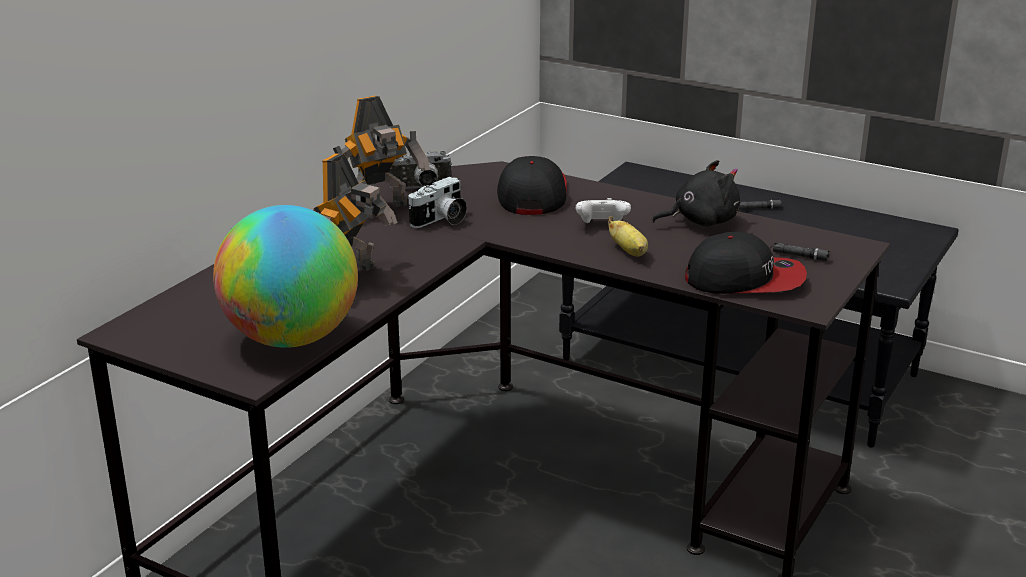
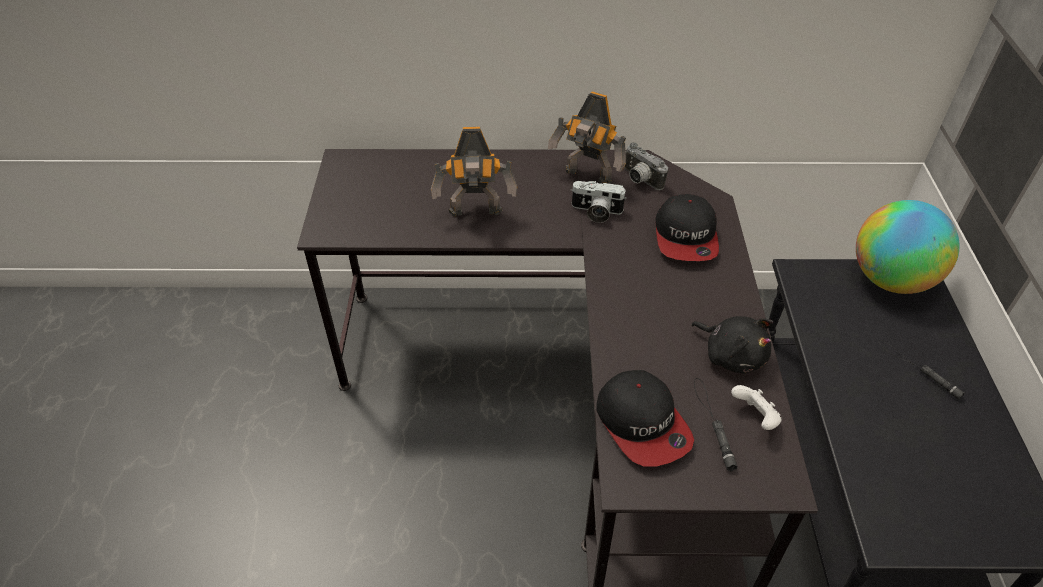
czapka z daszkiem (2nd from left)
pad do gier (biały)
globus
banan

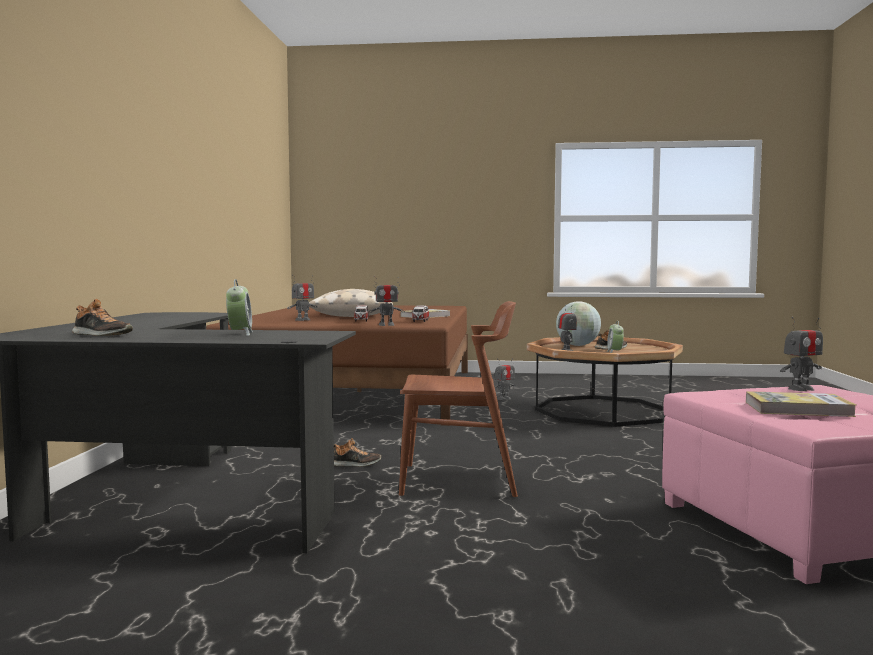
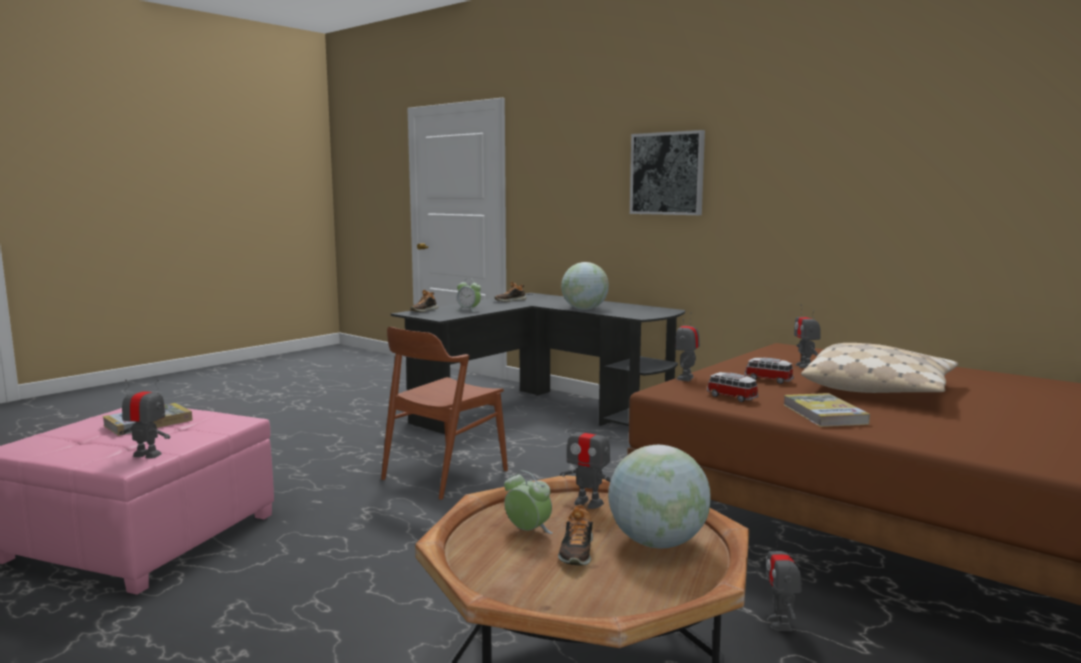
robot zabawkowy (1st from left)
but (1st from left)
obraz
globus (1st from left)

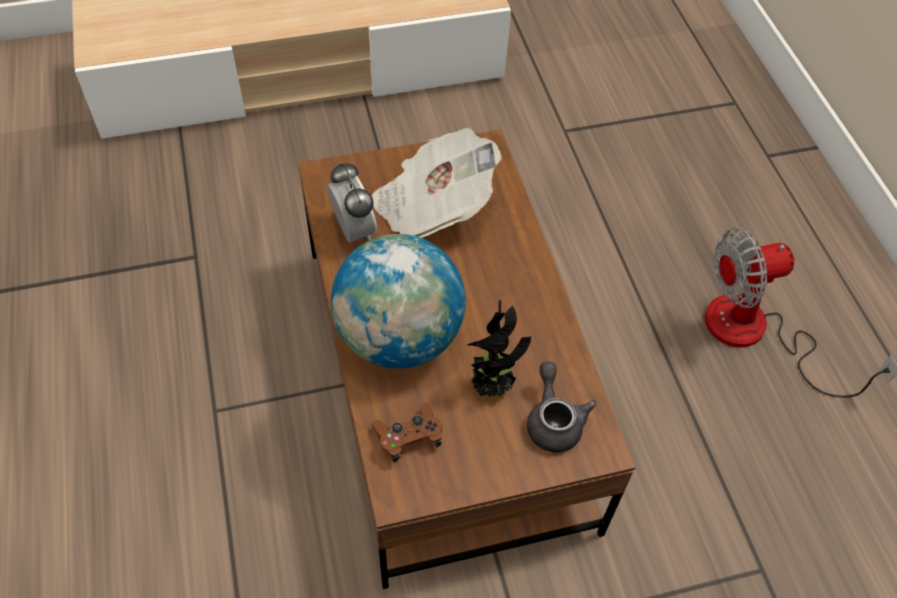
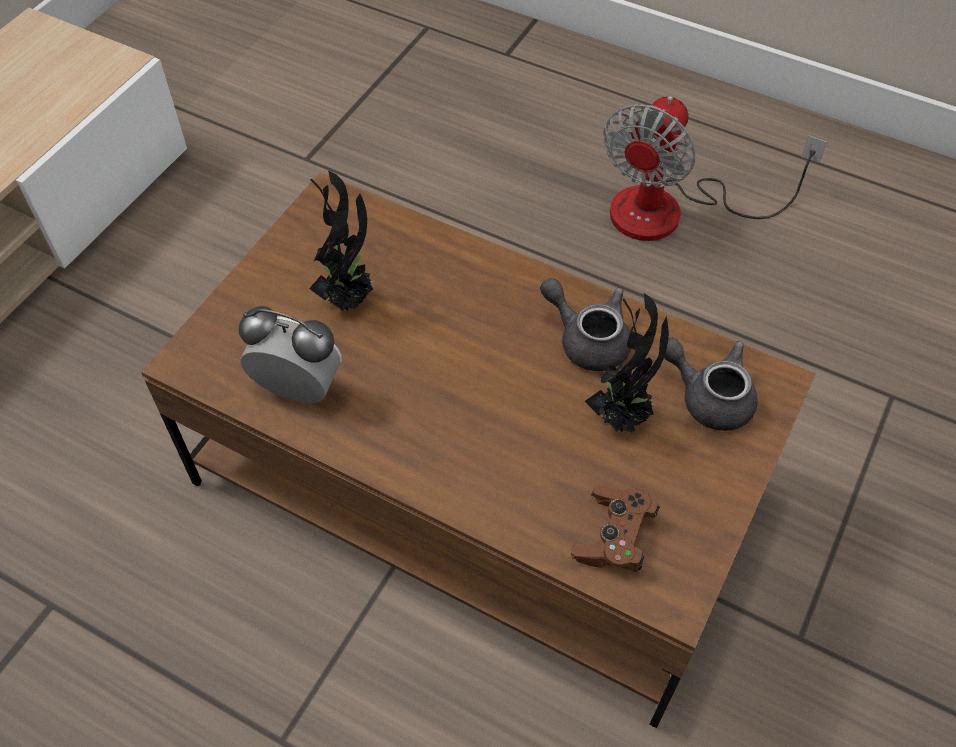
roślina doniczkowa (1st from left)
globus
imbryk (szary) (1st from left)

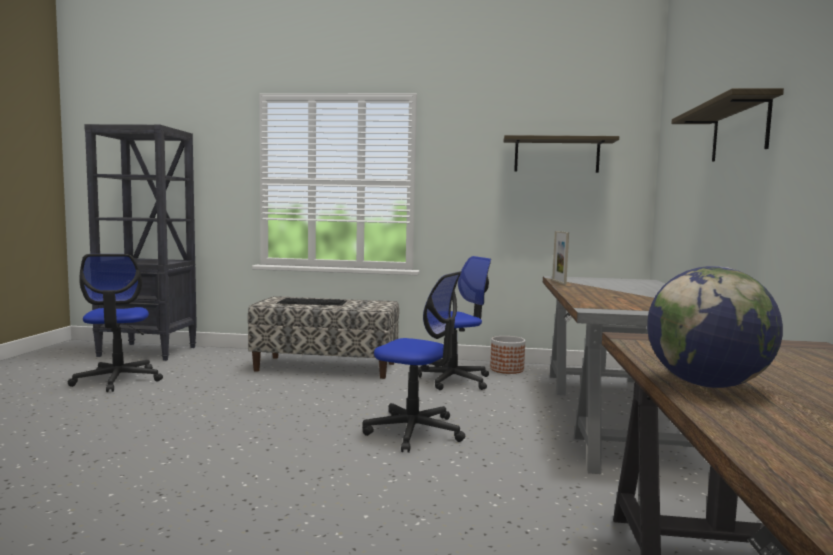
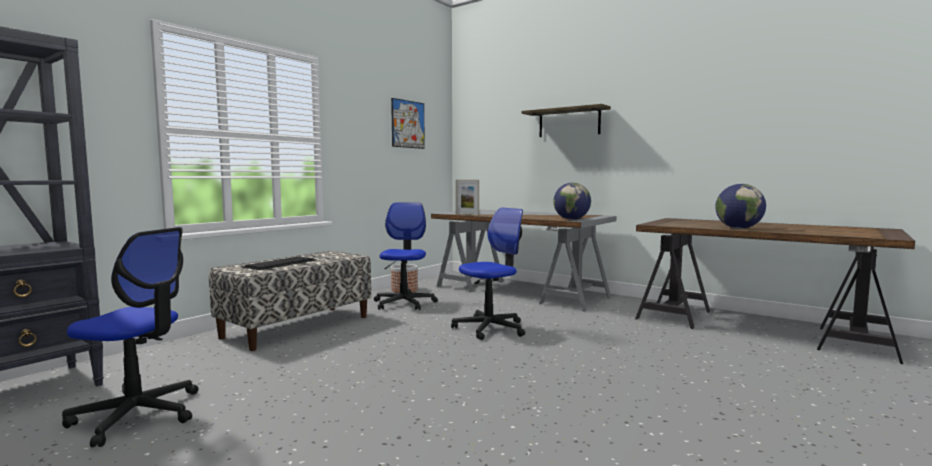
obraz
globus (1st from left)

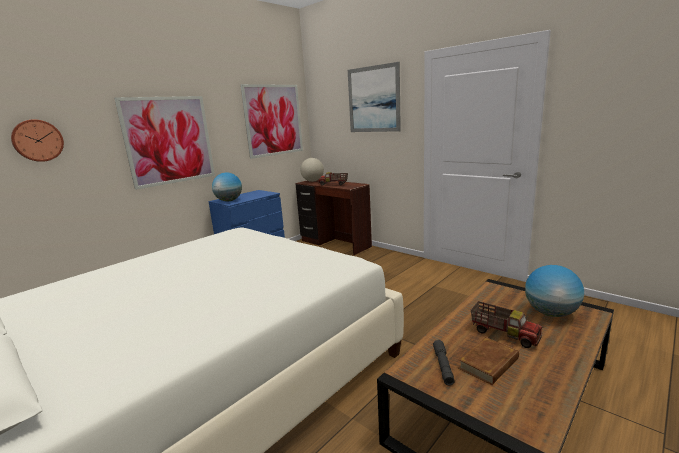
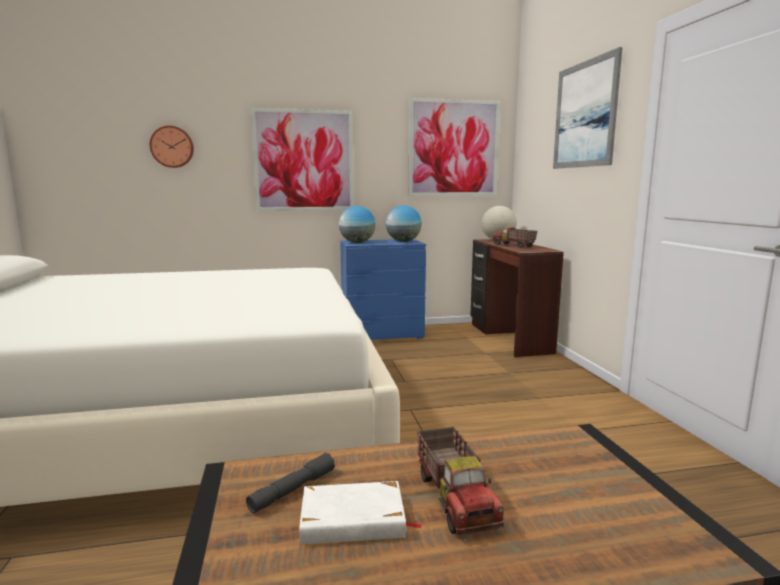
globus (2nd from left)
książka (biały)

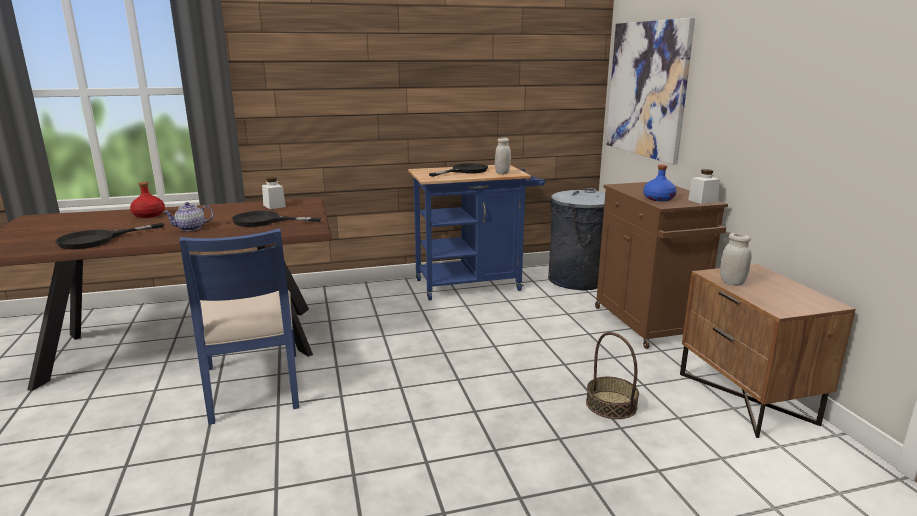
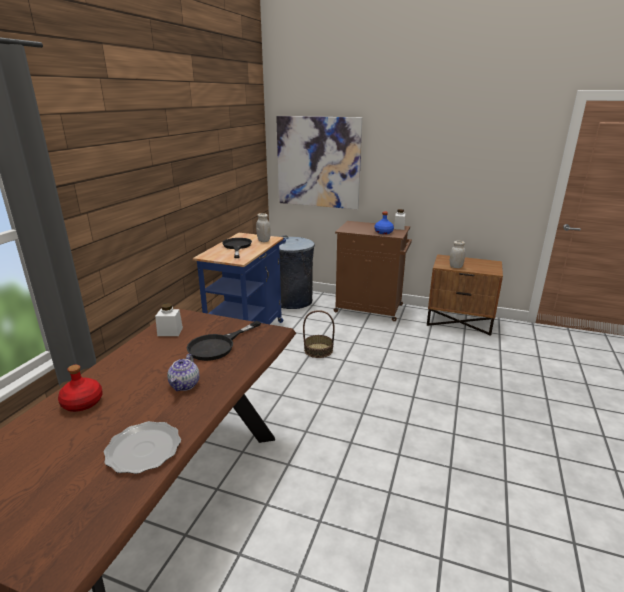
talerz
krzesło (niebieski)
koszyk

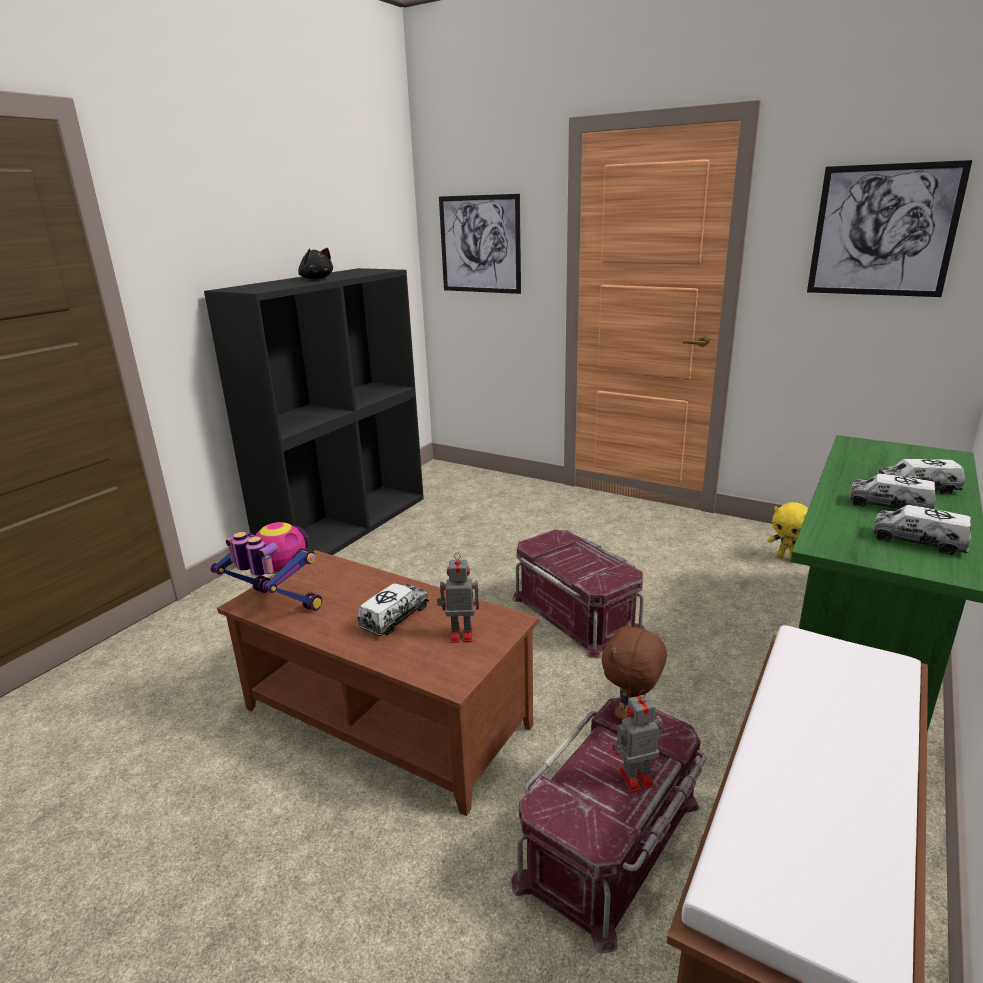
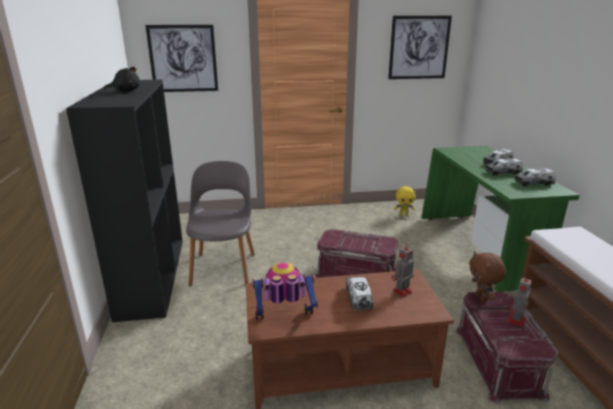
krzesło (szary)

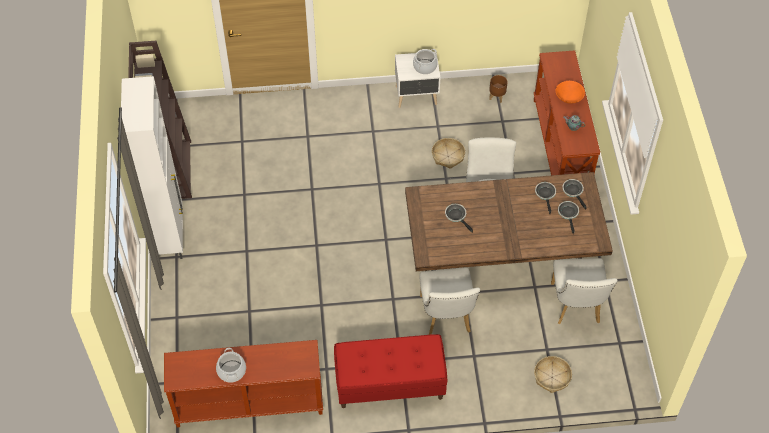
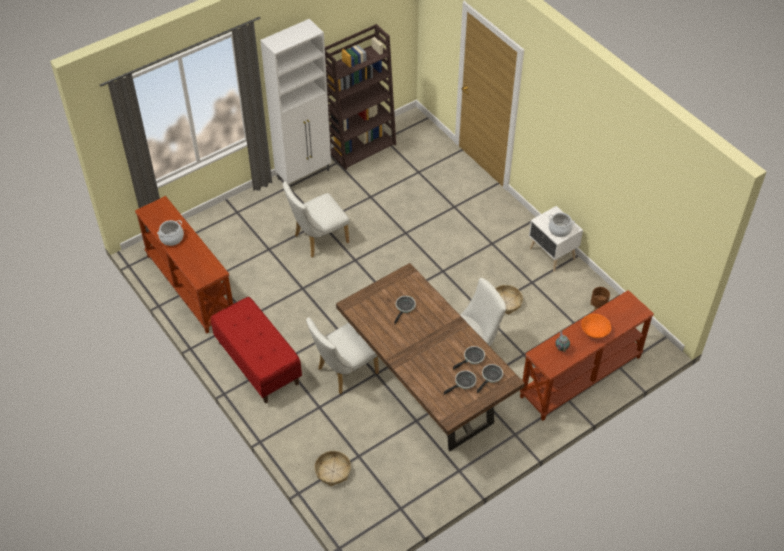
krzesło (biały) (1st from left)

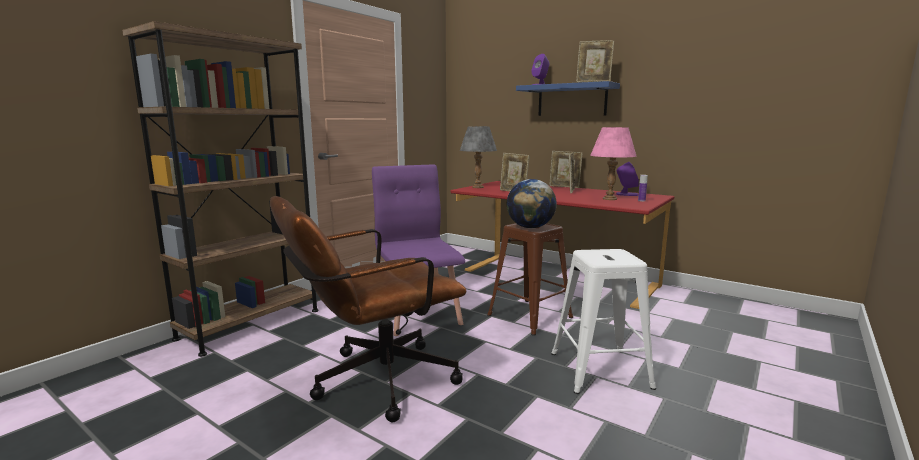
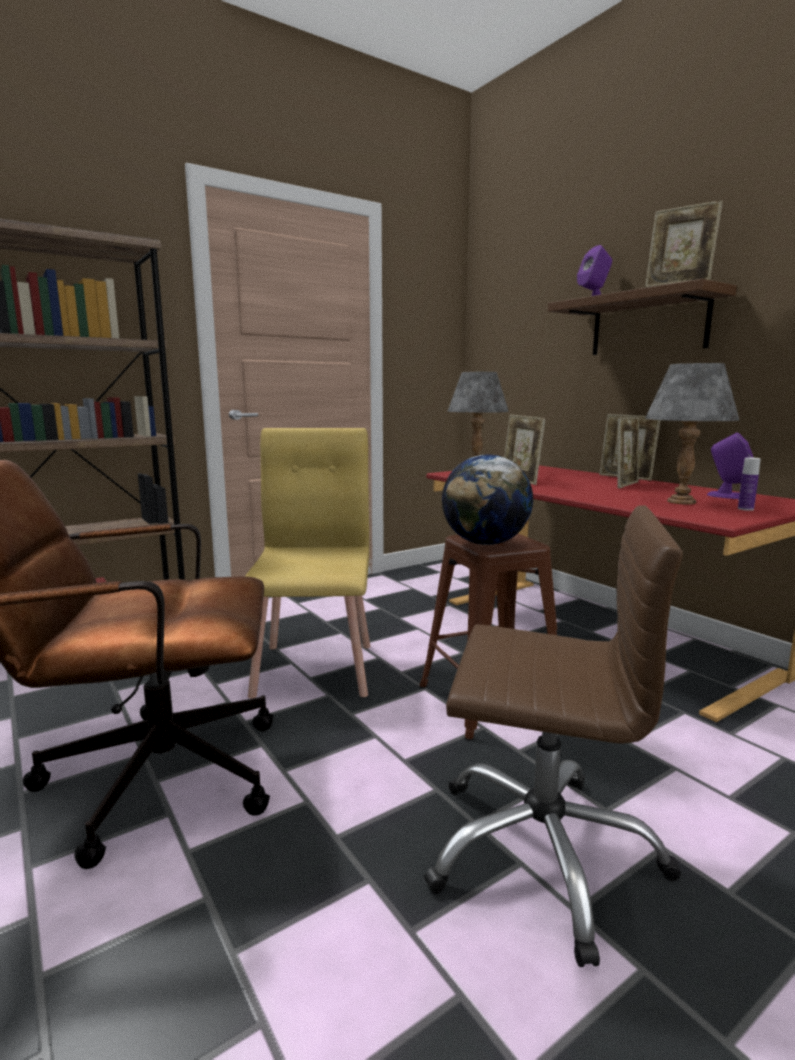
półka (brązowy)
lampa stołowa (szary) (2nd from left)
krzesło (żółty)
krzesło biurowe (brązowy) (2nd from left)

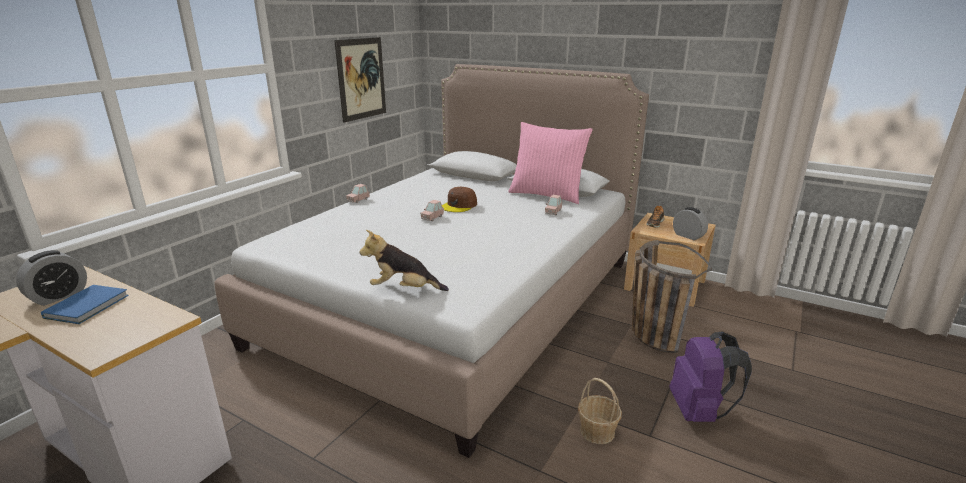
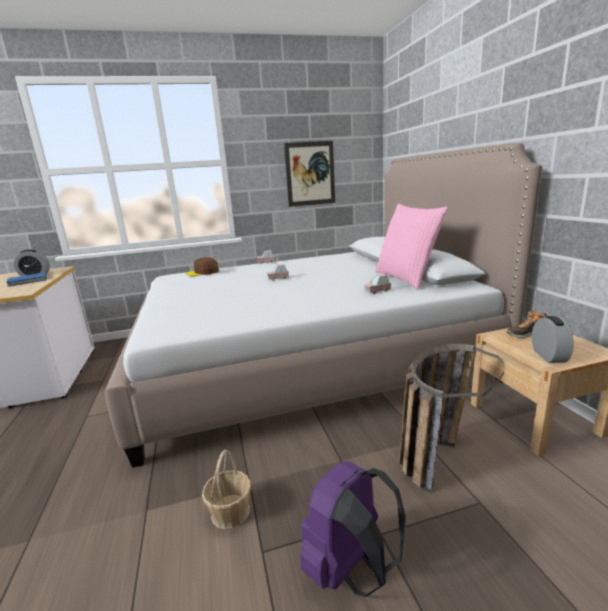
czapka z daszkiem (brązowy)
pluszak

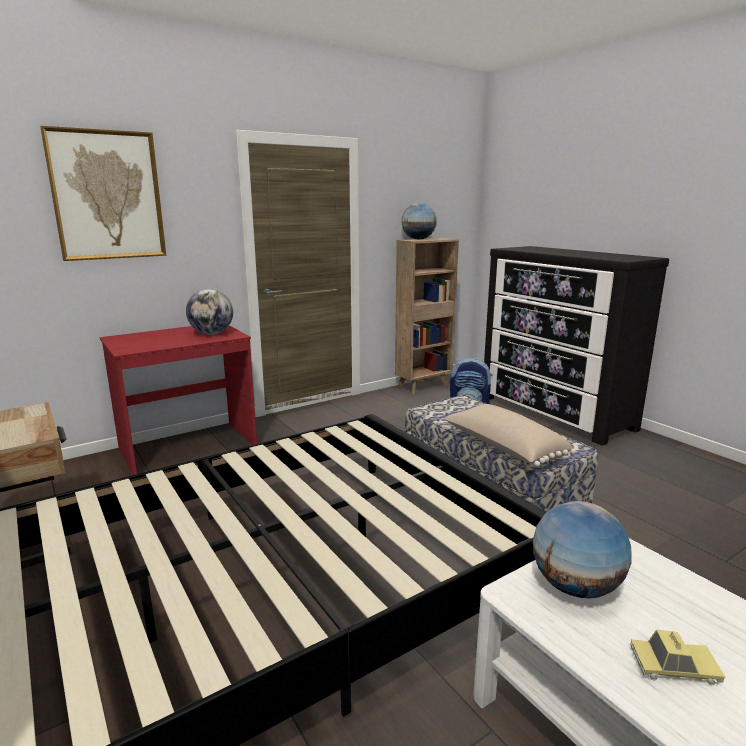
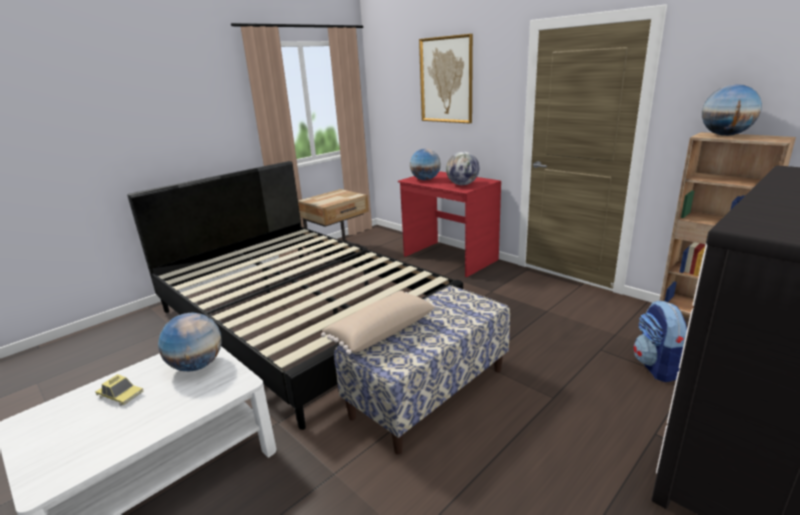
samochodzik
globus (2nd from left)

